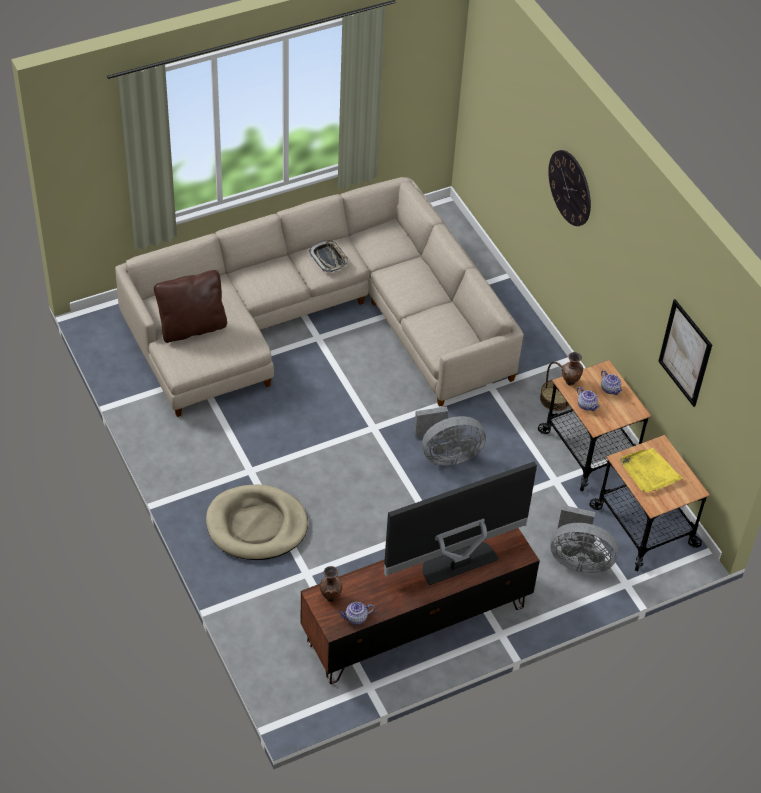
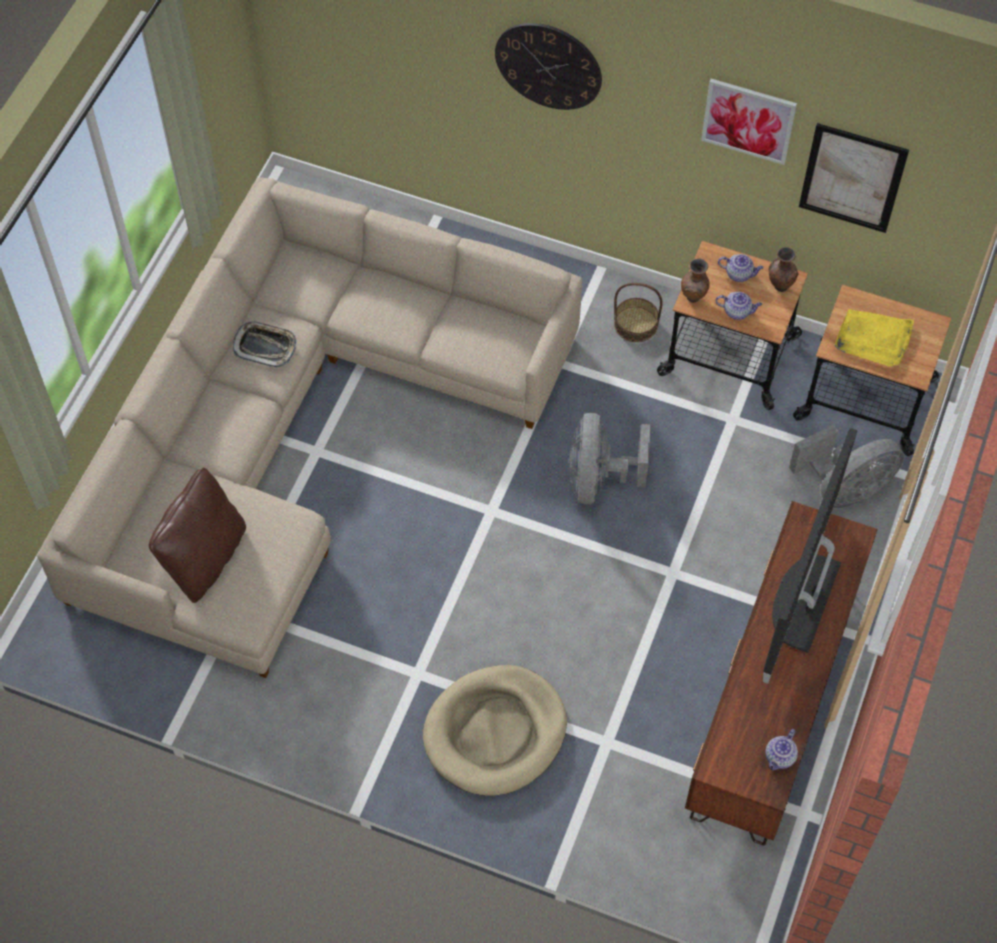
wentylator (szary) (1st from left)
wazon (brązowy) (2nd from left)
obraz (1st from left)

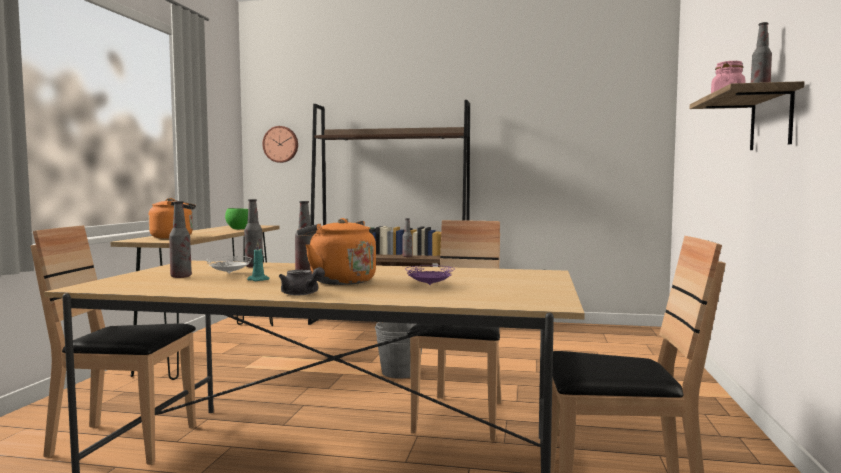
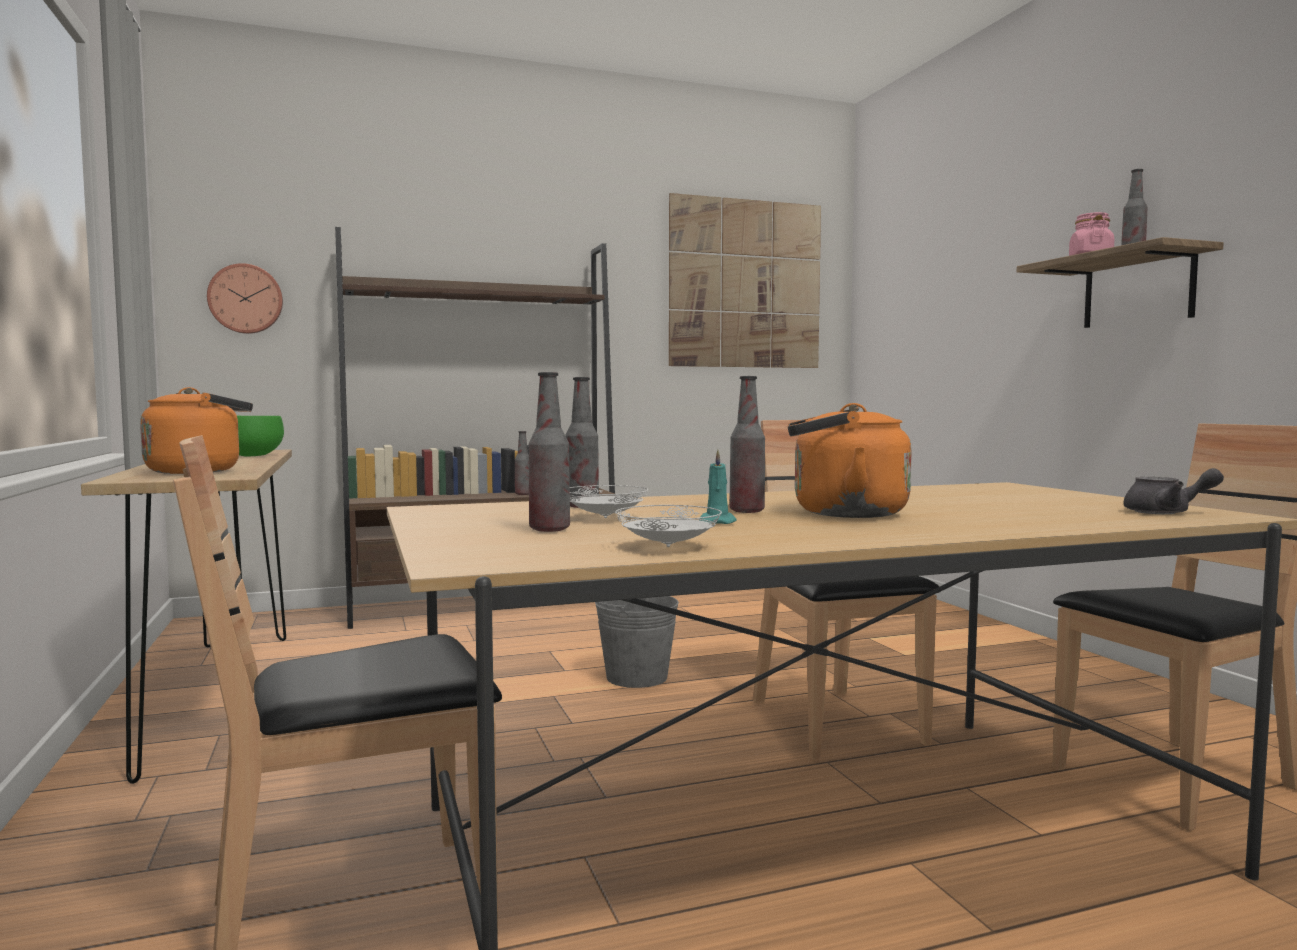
talerz (fioletowy)
imbryk (szary)
obraz
talerz (biały) (2nd from left)

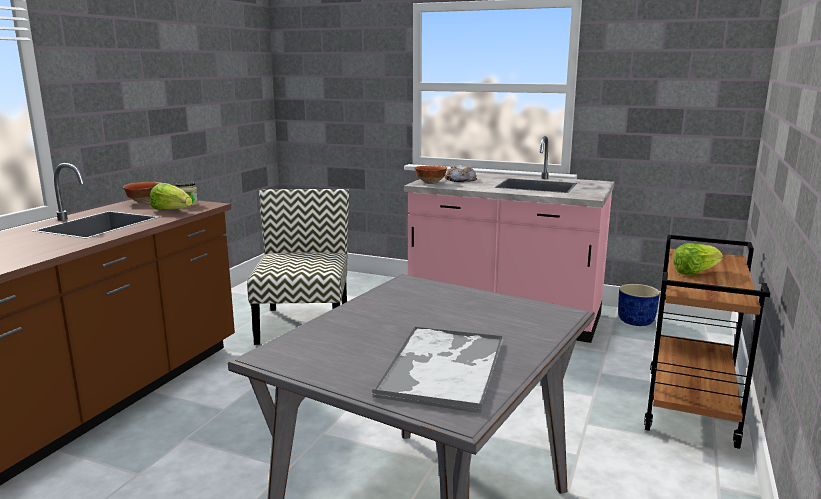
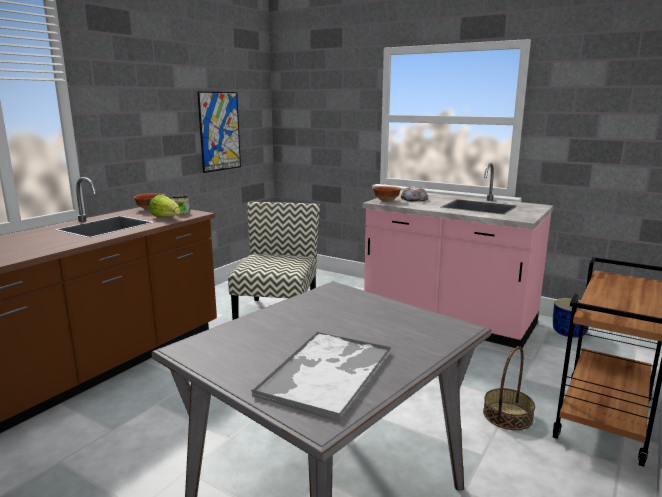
sałata (2nd from left in the first image)
obraz
koszyk

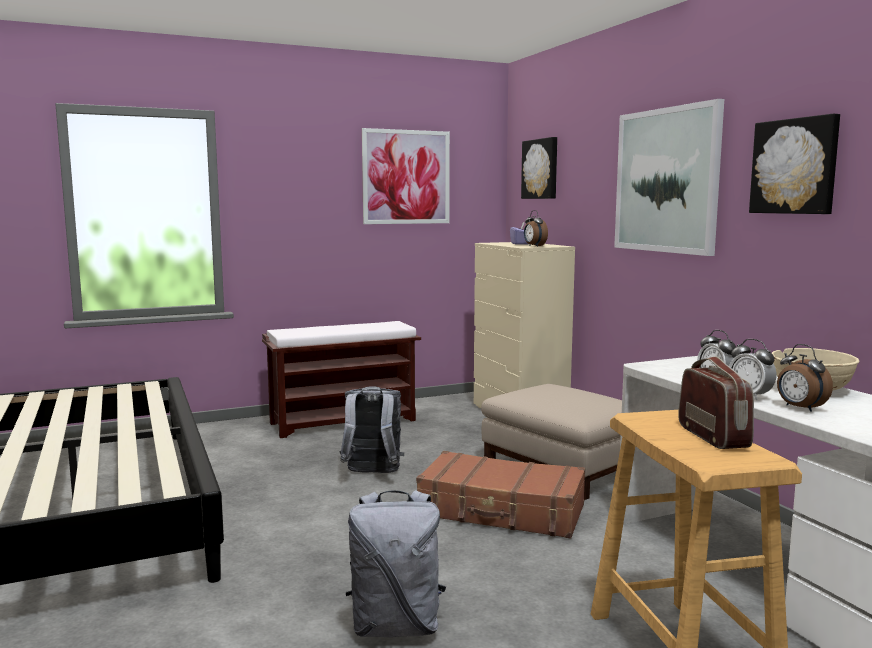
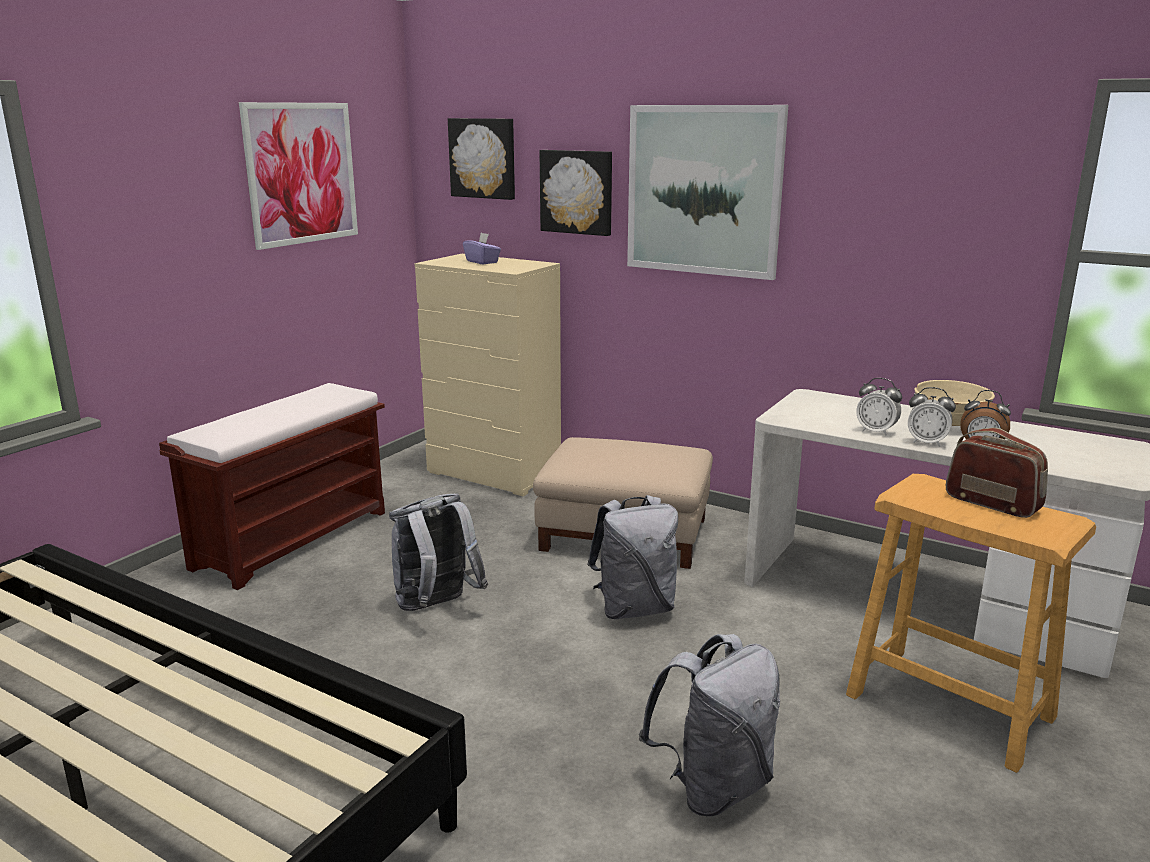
obraz (3rd from left)
budzik (1st from left in the first image)
plecak (szary) (2nd from left)

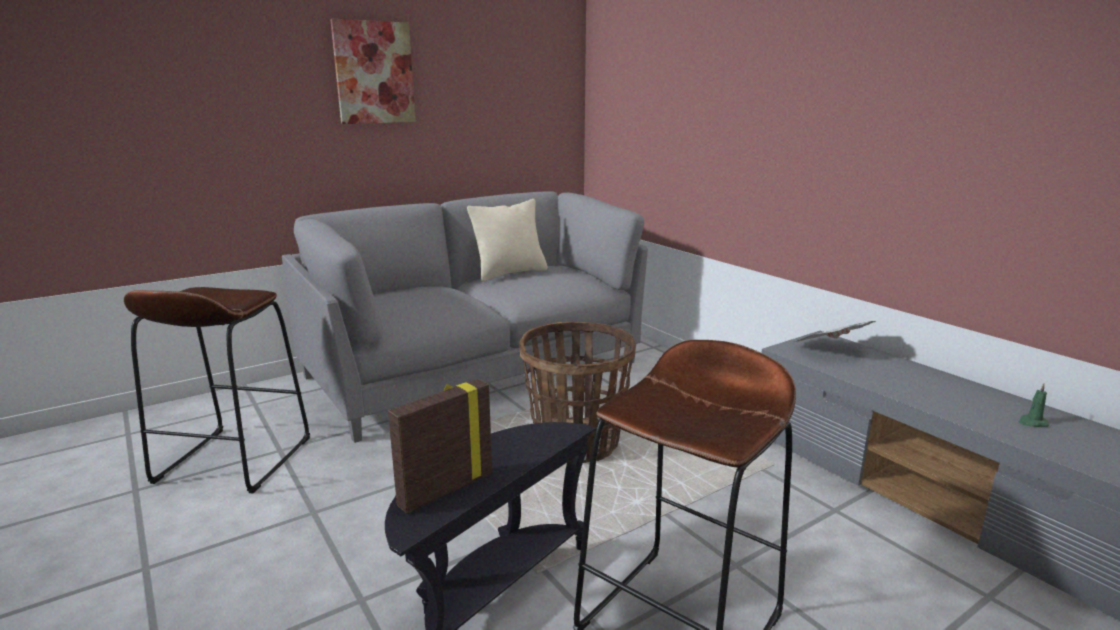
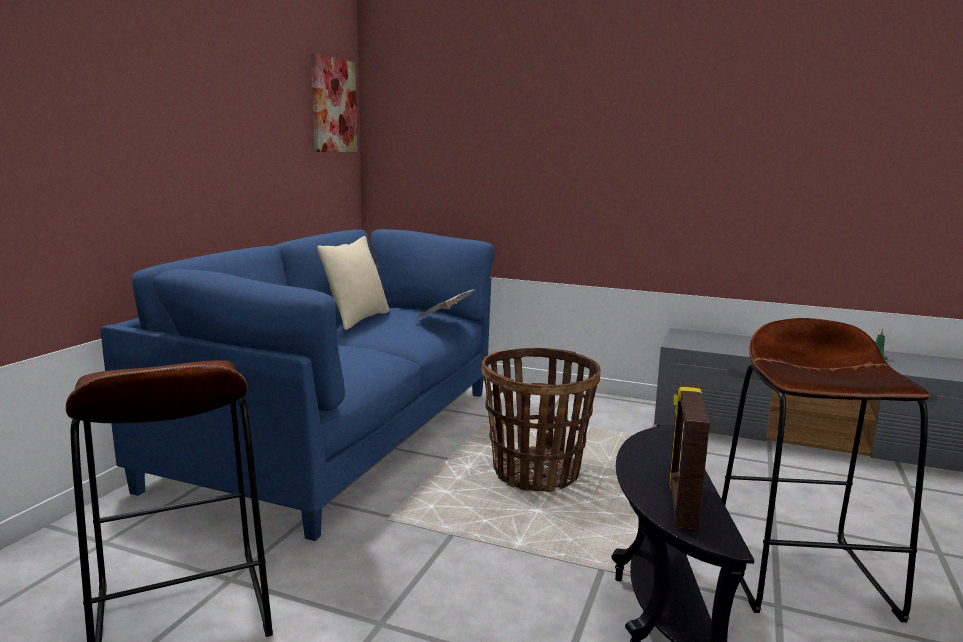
obraz
kanapa (niebieski)
gazeta

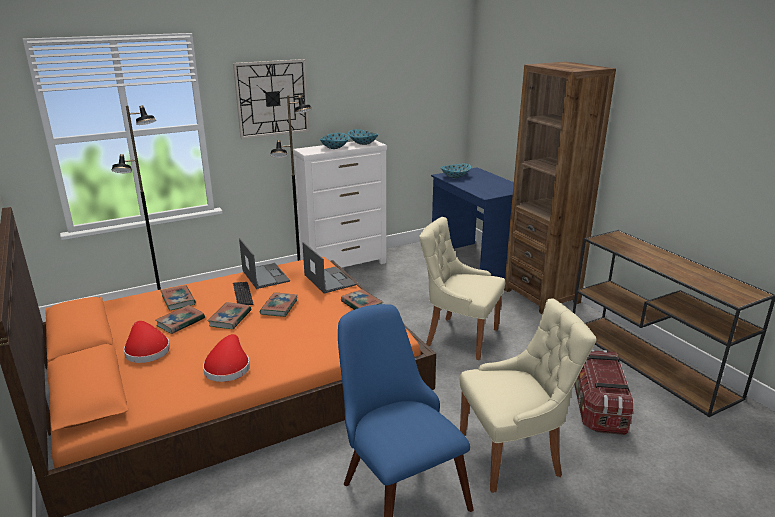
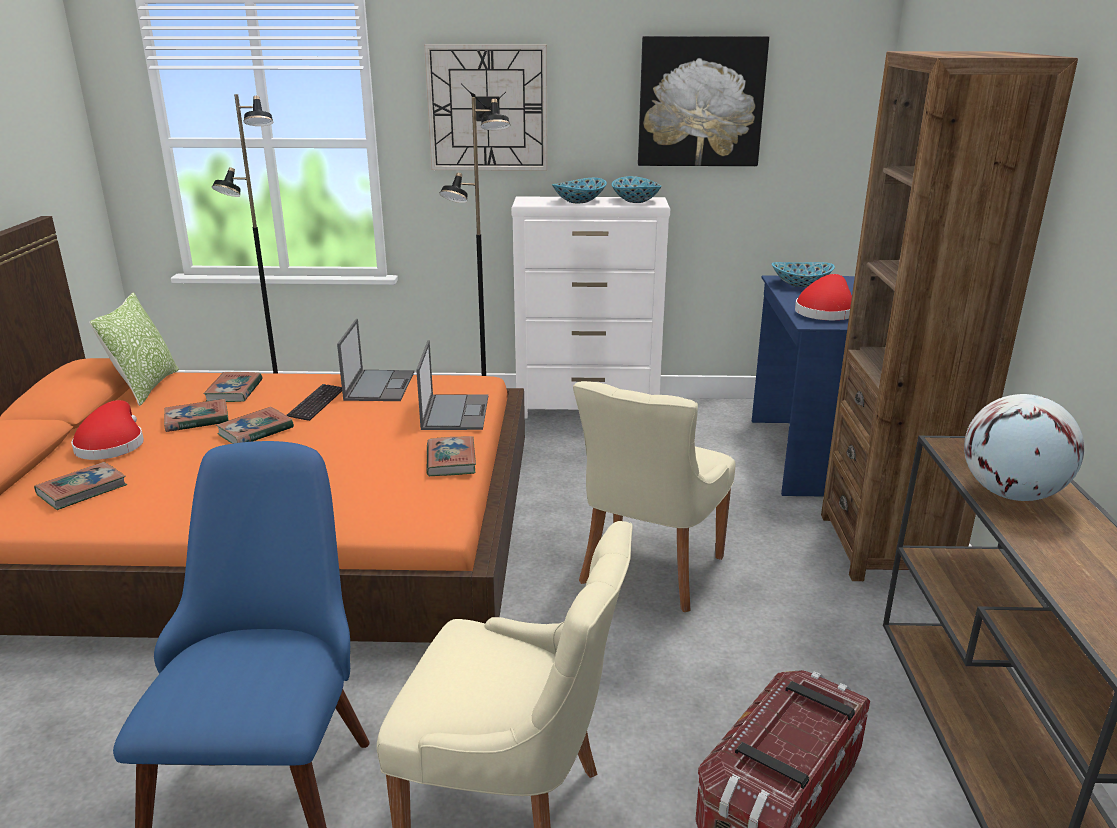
krzesło (beżowy) (2nd from left)
książka (1st from left)
kapelusz (czerwony) (2nd from left)
obraz
poduszka
globus

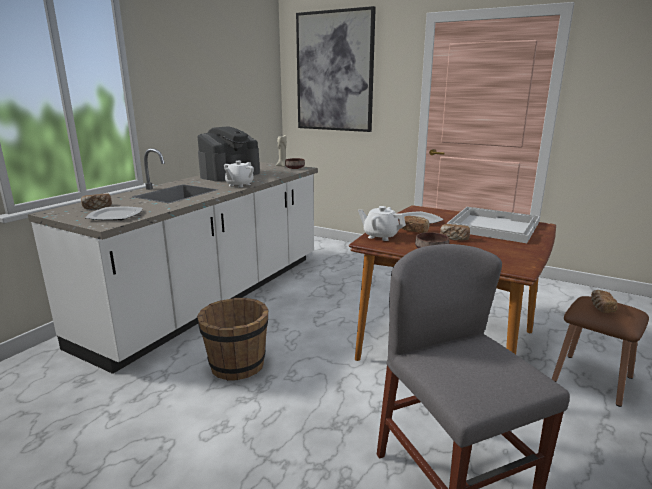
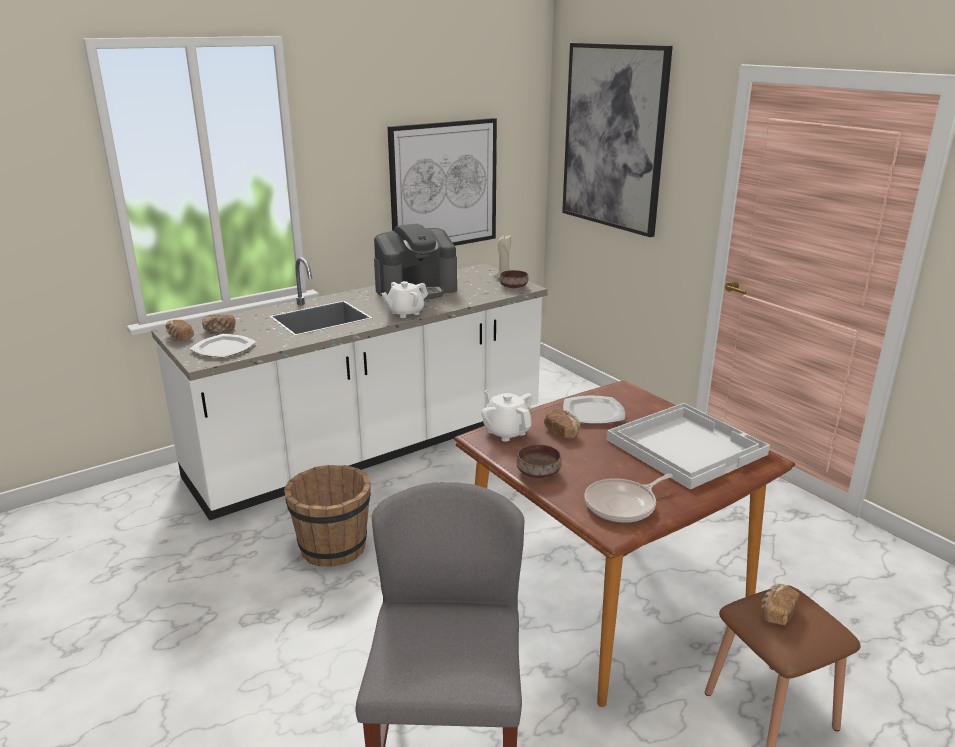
chleb (1st from left)
obraz (1st from left)
patelnia

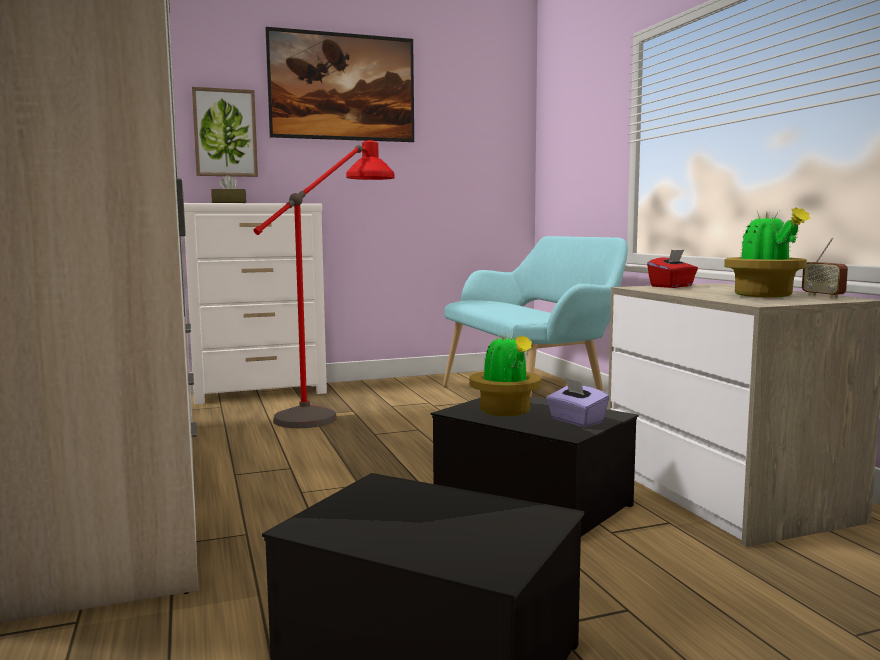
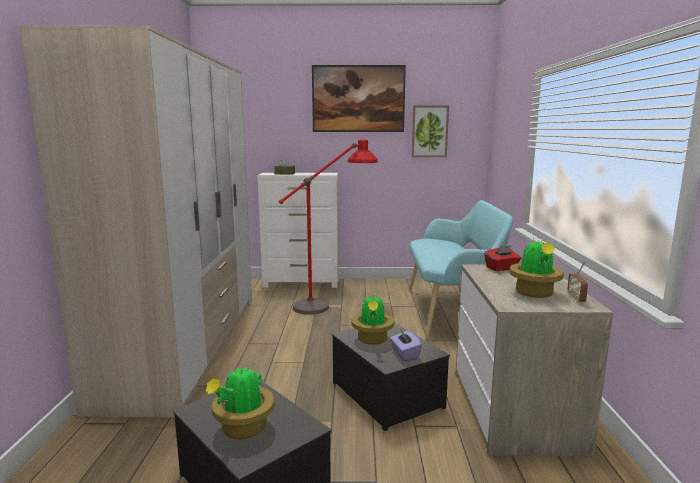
obraz (2nd from left)
roślina doniczkowa (1st from left)

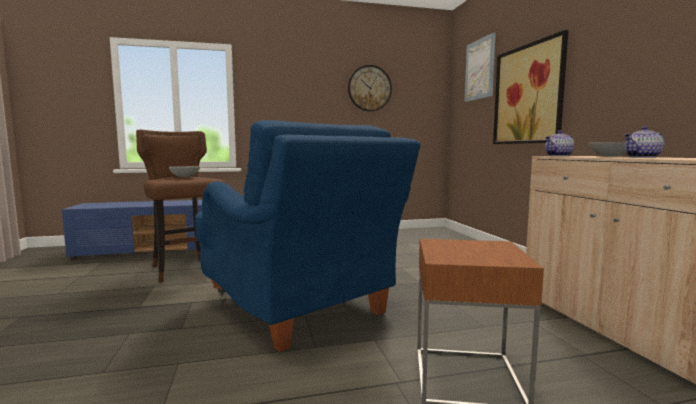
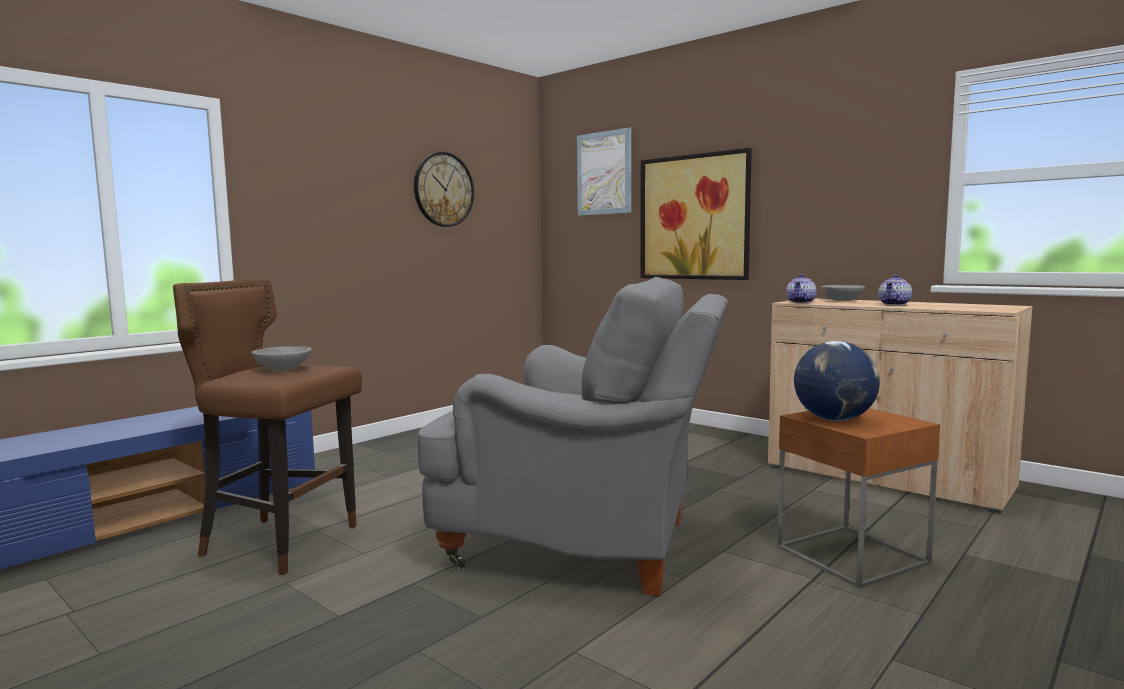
fotel (szary)
globus

